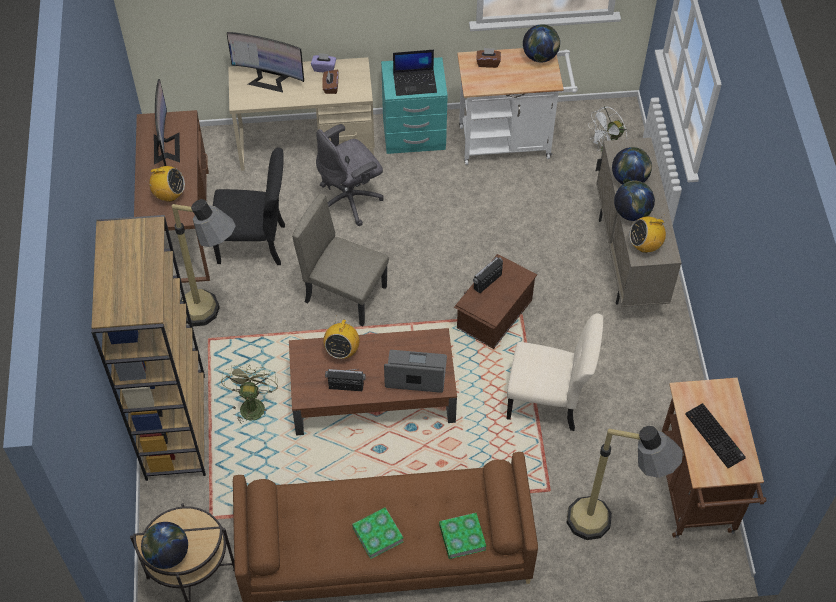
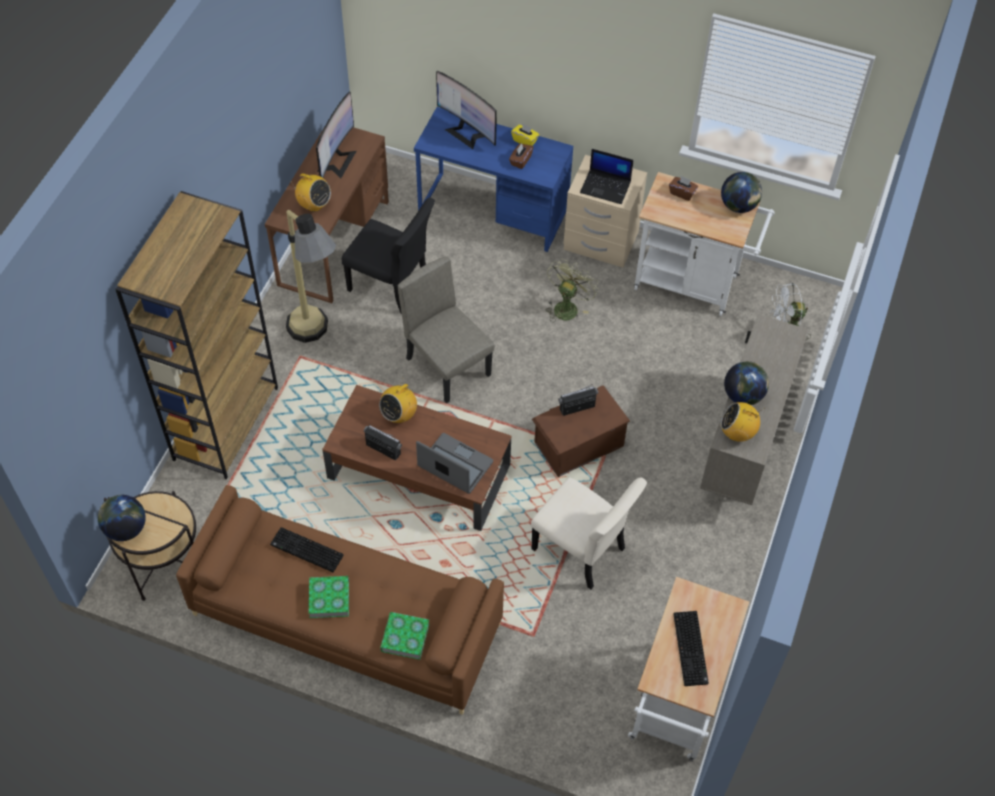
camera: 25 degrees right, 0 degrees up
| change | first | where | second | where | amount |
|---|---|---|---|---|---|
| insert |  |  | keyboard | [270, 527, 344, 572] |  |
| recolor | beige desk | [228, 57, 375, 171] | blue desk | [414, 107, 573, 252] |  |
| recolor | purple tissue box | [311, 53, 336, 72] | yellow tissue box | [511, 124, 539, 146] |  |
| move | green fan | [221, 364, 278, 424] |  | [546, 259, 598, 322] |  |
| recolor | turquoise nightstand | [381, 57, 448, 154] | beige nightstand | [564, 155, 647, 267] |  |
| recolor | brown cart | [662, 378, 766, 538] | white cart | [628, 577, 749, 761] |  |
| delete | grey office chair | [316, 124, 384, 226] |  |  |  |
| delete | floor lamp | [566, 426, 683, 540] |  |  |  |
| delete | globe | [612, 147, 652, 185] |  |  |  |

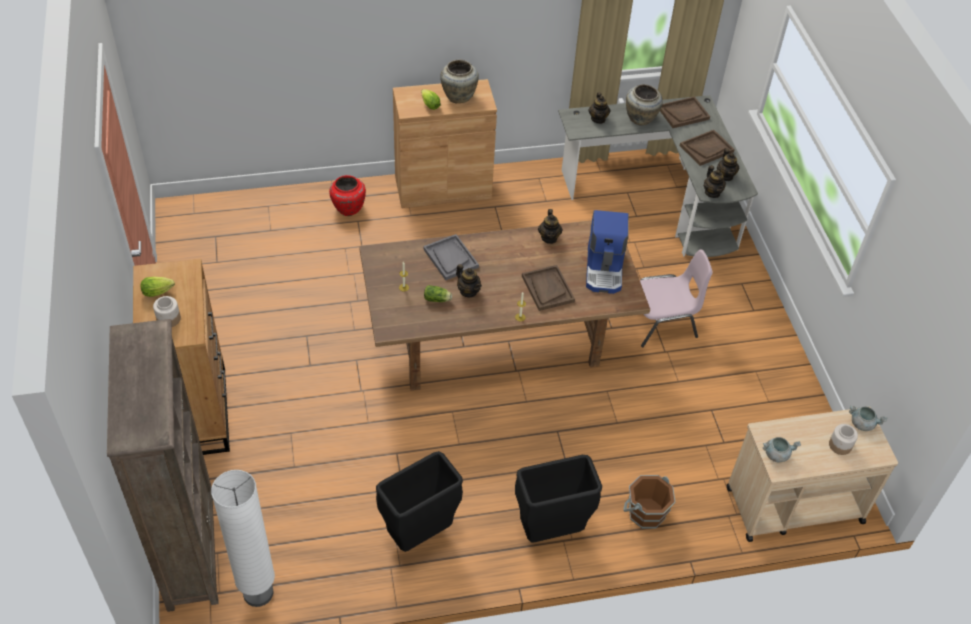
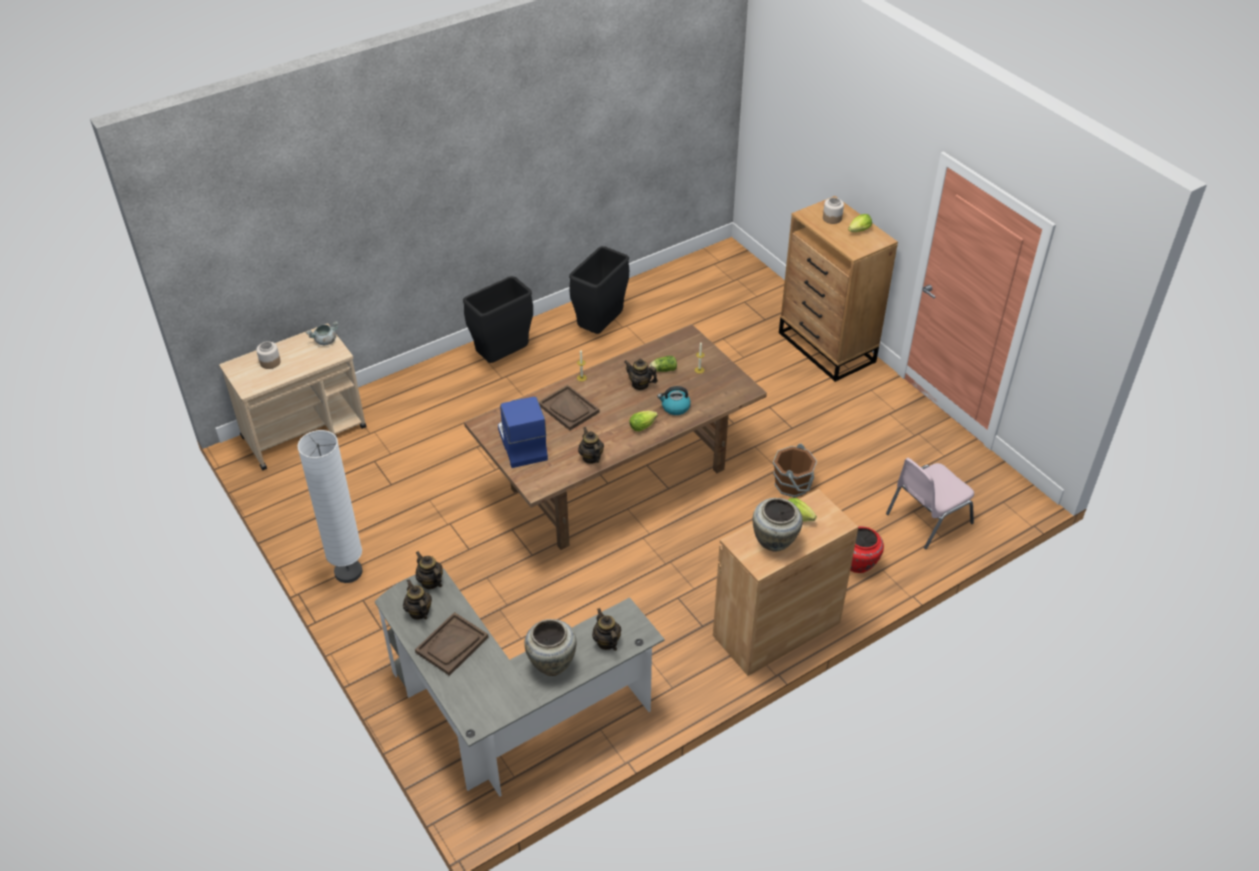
camera: 160 degrees right, 5 degrees down
| change | first | where | second | where | amount |
|---|---|---|---|---|---|
| move | white floor lamp | [211, 470, 275, 607] |  | [297, 430, 363, 583] |  |
| insert |  |  | lettuce | [629, 411, 658, 431] |  |
| replace | grey tray | [423, 234, 479, 280] | kettle | [657, 386, 691, 415] |  |
| move | brown bucket | [623, 475, 675, 528] |  | [773, 444, 817, 497] |  |
| move | pink chair | [640, 249, 713, 347] |  | [886, 458, 974, 549] |  |
| delete | brown bookcase | [107, 319, 219, 612] |  |  |  |
| delete | brown tray | [660, 97, 710, 128] |  |  |  |
| delete | grey cooking pot | [849, 406, 887, 431] |  |  |  |

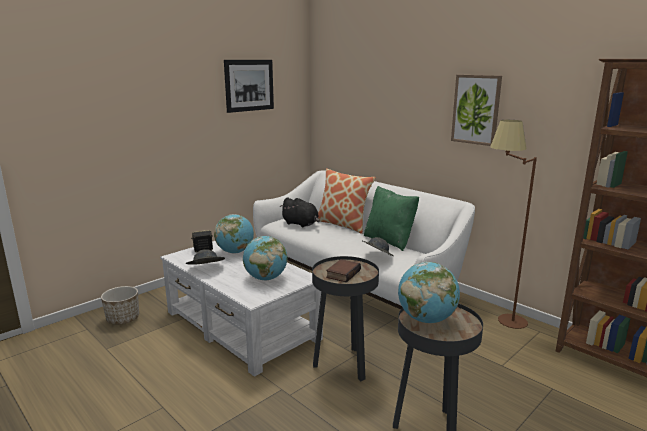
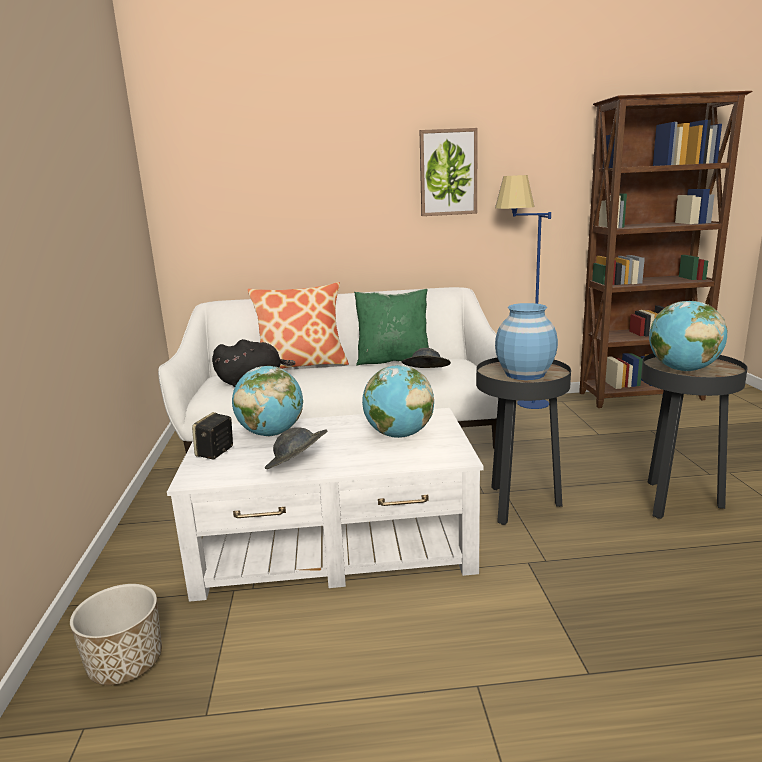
camera: 50 degrees left, 0 degrees up
| change | first | where | second | where | amount |
|---|---|---|---|---|---|
| recolor | brown floor lamp | [490, 120, 537, 329] | blue floor lamp | [495, 175, 551, 409] |  |
| replace | book | [326, 259, 361, 282] | blue vase | [495, 303, 558, 380] |  |
| delete | picture | [224, 60, 274, 113] |  |  |  |

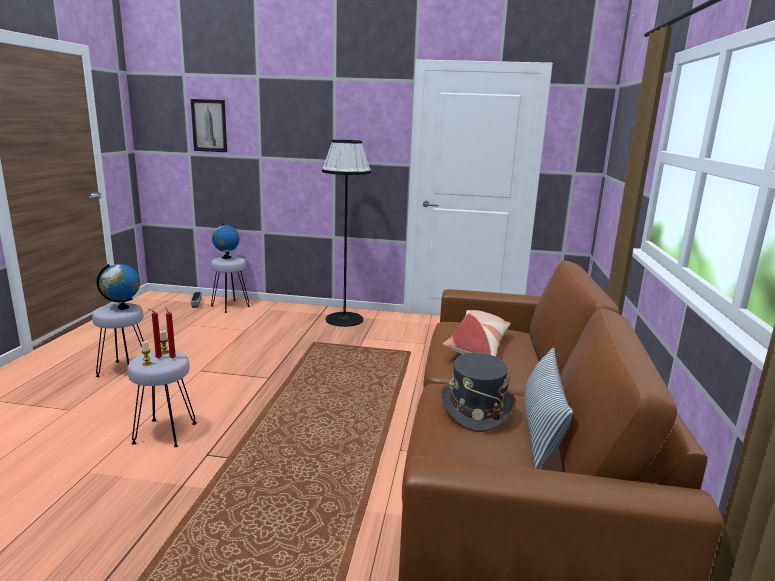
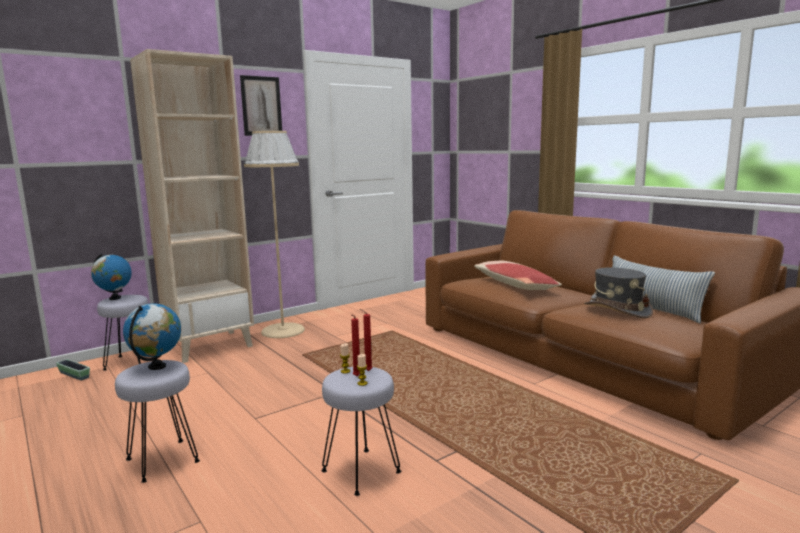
camera: 45 degrees left, 5 degrees down
| change | first | where | second | where | amount |
|---|---|---|---|---|---|
| insert |  |  | beige bookcase | [130, 49, 254, 363] |  |
| move | picture | [191, 99, 227, 152] |  | [240, 75, 282, 136] |  |
| recolor | black floor lamp | [322, 140, 371, 327] | beige floor lamp | [244, 131, 305, 338] |  |

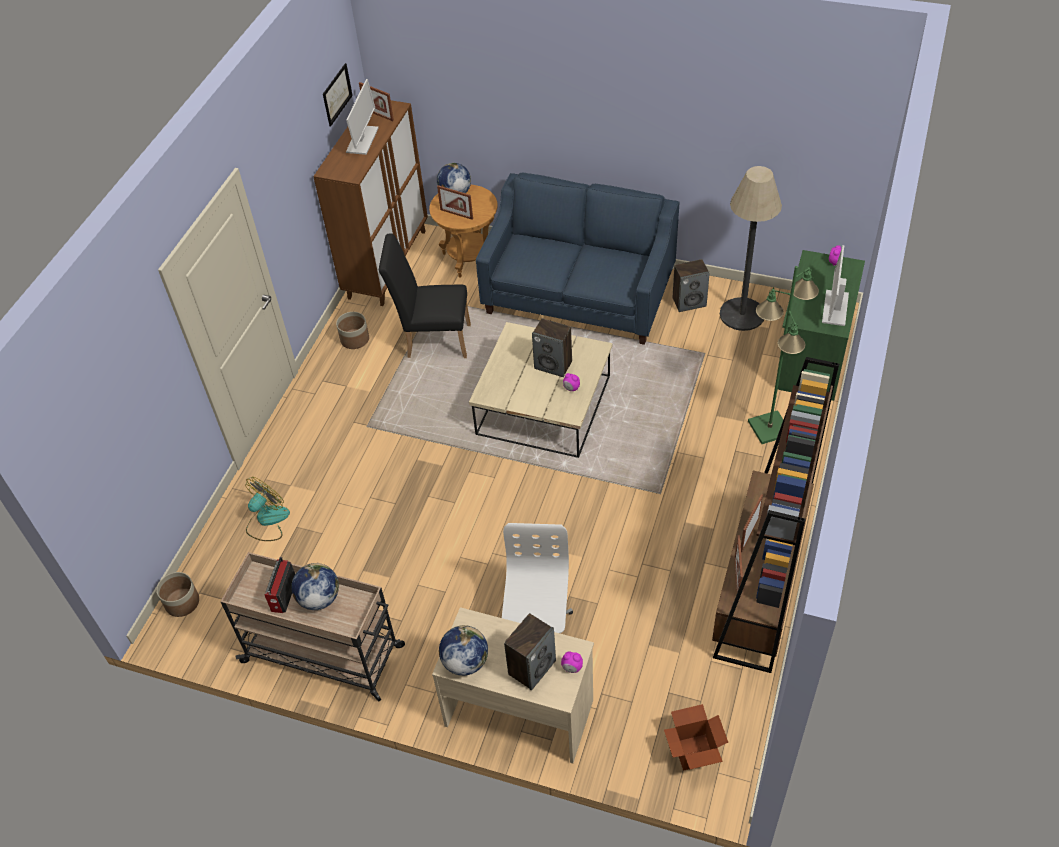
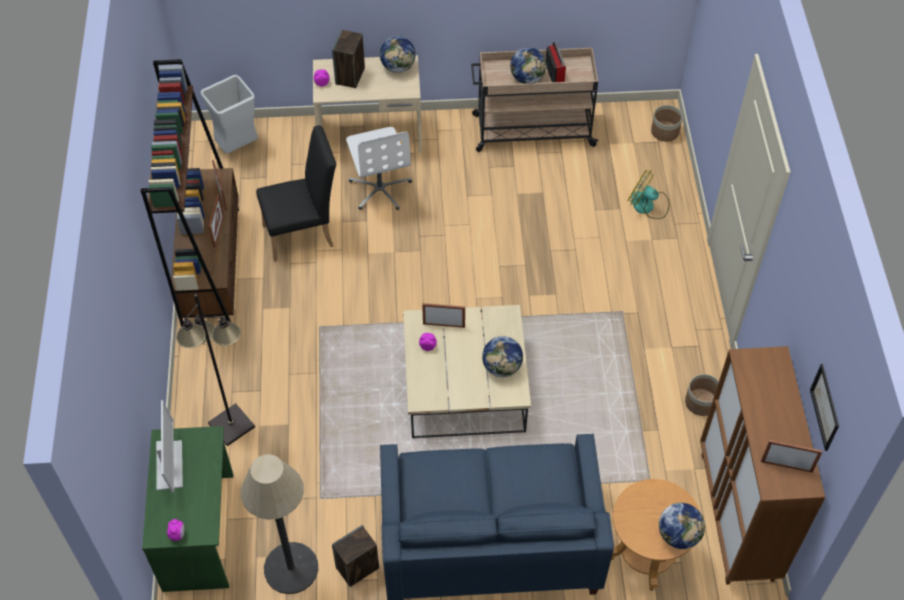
camera: 155 degrees right, 5 degrees up
| change | first | where | second | where | amount |
|---|---|---|---|---|---|
| recolor | green floor lamp | [748, 266, 819, 444] | black floor lamp | [176, 294, 255, 446] |  |
| replace | cardboard box | [664, 704, 728, 771] | grey trash can | [201, 75, 258, 153] |  |
| move | black chair | [379, 233, 471, 358] |  | [256, 125, 336, 262] |  |
| move | picture frame | [437, 185, 473, 220] |  | [422, 303, 465, 328] |  |
| insert |  |  | globe | [482, 336, 523, 377] |  |
| rotate | fan | [245, 477, 290, 541] |  | [628, 170, 670, 219] | 105 degrees clockwise |
| delete | monitor | [346, 79, 379, 155] |  |  |  |
| delete | speaker | [532, 318, 572, 377] |  |  |  |

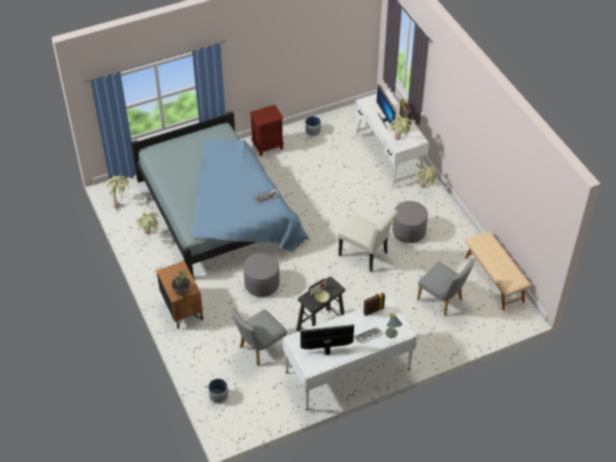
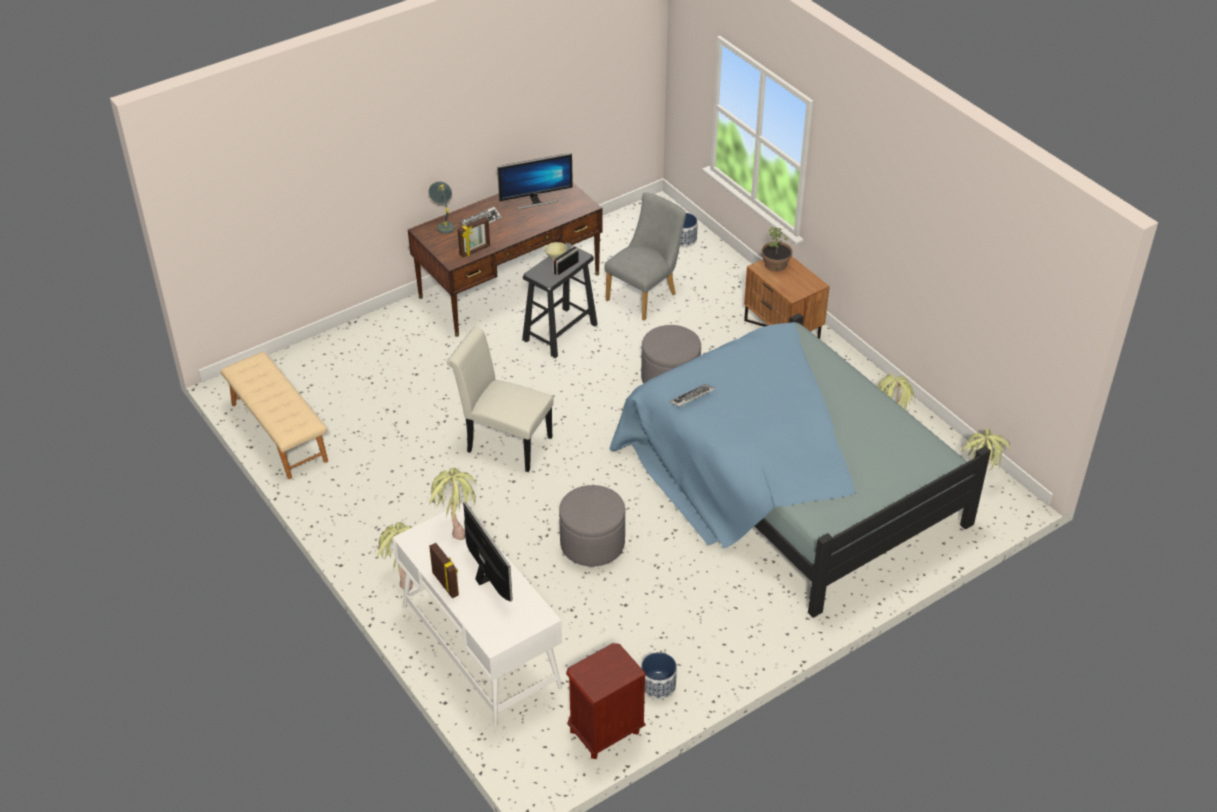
camera: 170 degrees right, 5 degrees down
| change | first | where | second | where | amount |
|---|---|---|---|---|---|
| recolor | white desk | [283, 297, 417, 411] | brown desk | [408, 183, 602, 337] |  |
| move | grey ottoman | [392, 201, 428, 243] |  | [559, 485, 625, 567] |  |
| move | brown nightstand | [250, 105, 284, 156] |  | [566, 643, 647, 759] |  |
| delete | grey chair | [417, 259, 475, 316] |  |  |  |

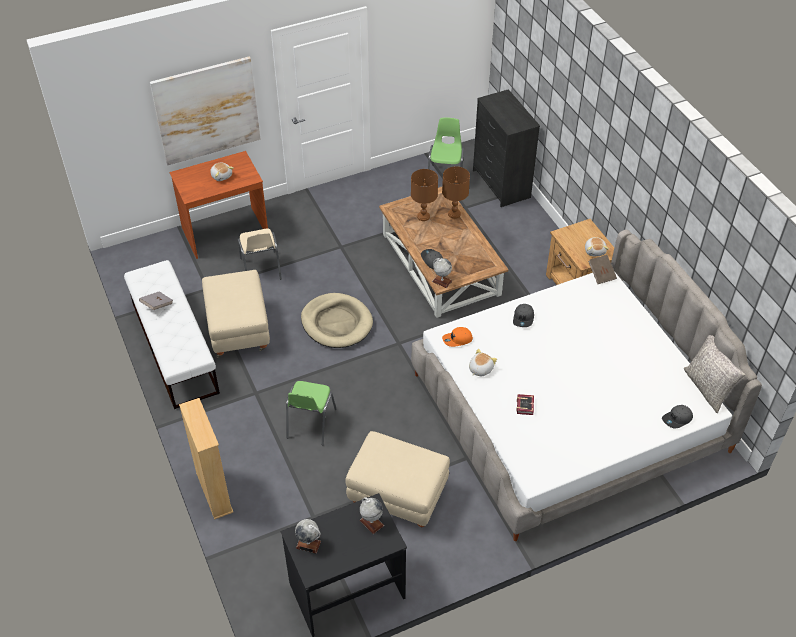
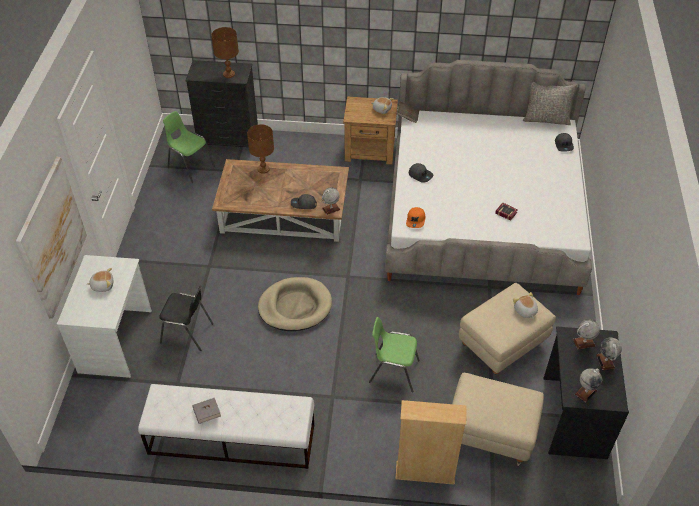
camera: 60 degrees left, 0 degrees up
| change | first | where | second | where | amount |
|---|---|---|---|---|---|
| recolor | brown desk | [169, 151, 268, 259] | white desk | [57, 255, 152, 378] |  |
| recolor | beige chair | [238, 229, 282, 280] | black chair | [160, 286, 213, 351] |  |
| move | brown table lamp | [411, 169, 438, 221] |  | [211, 27, 239, 78] |  |
| rotate | green chair | [286, 381, 337, 446] |  | [369, 317, 420, 392] | 150 degrees clockwise |
| move | beige ottoman | [202, 270, 270, 358] |  | [452, 373, 544, 466] |  |
| move | plush toy | [469, 349, 497, 376] |  | [513, 292, 538, 319] |  |
| insert |  |  | globe | [596, 338, 622, 370] |  |

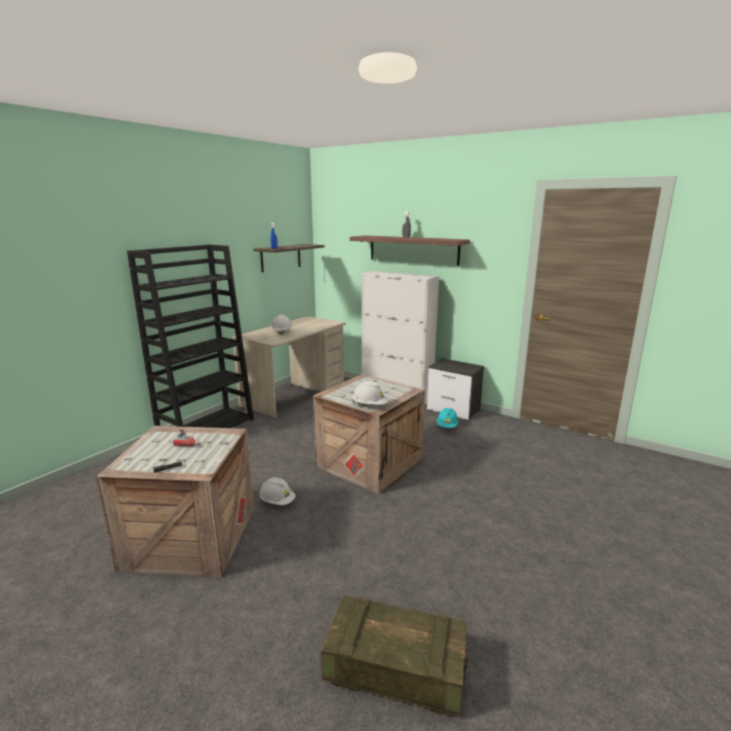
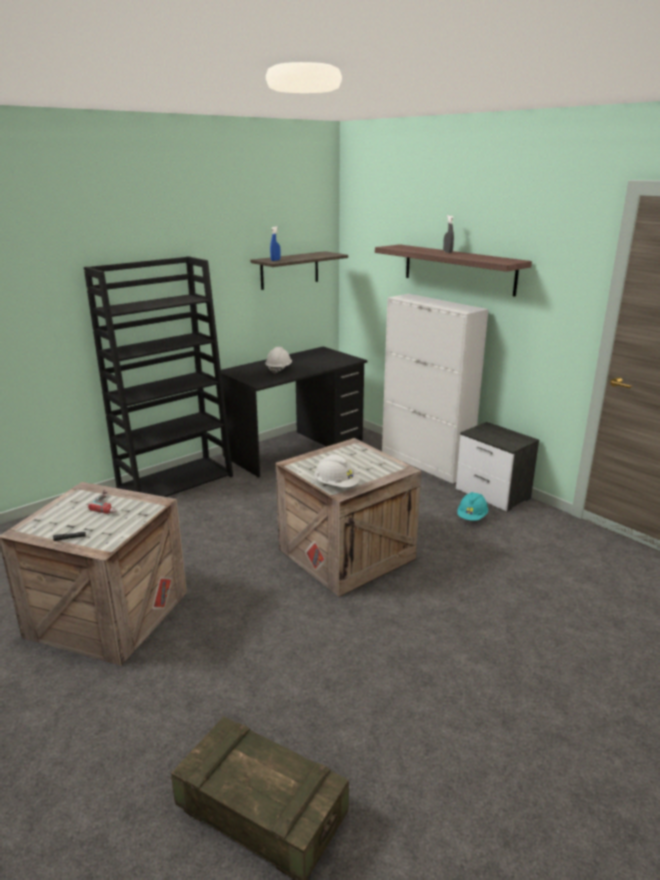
camera: 15 degrees right, 5 degrees up
| change | first | where | second | where | amount |
|---|---|---|---|---|---|
| recolor | beige desk | [232, 316, 346, 418] | black desk | [221, 347, 368, 478] |  |
| delete | white hard hat | [259, 477, 295, 505] |  |  |  |

